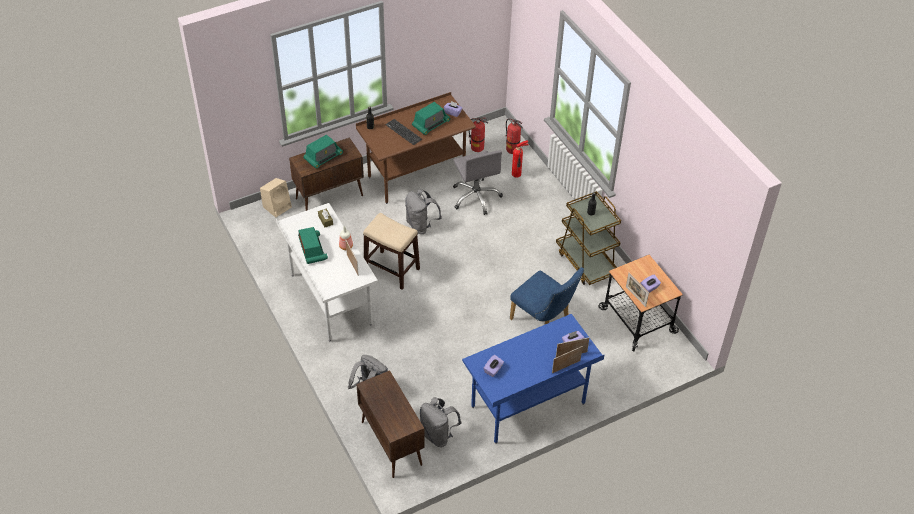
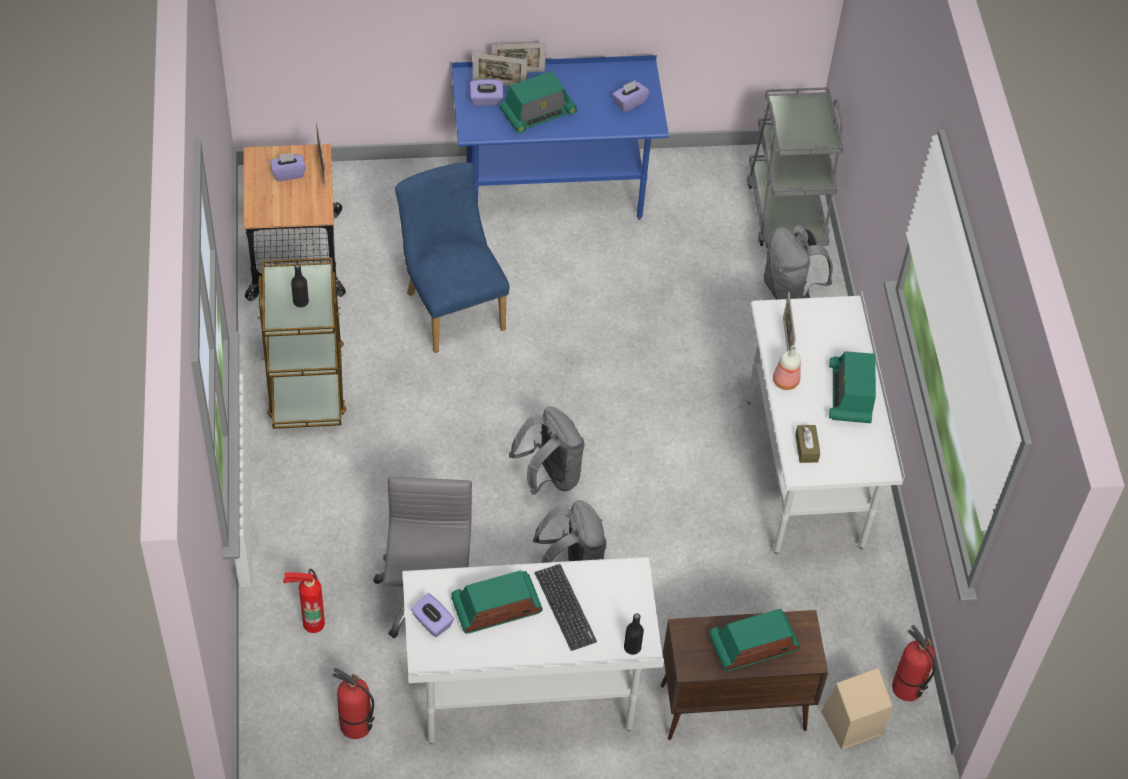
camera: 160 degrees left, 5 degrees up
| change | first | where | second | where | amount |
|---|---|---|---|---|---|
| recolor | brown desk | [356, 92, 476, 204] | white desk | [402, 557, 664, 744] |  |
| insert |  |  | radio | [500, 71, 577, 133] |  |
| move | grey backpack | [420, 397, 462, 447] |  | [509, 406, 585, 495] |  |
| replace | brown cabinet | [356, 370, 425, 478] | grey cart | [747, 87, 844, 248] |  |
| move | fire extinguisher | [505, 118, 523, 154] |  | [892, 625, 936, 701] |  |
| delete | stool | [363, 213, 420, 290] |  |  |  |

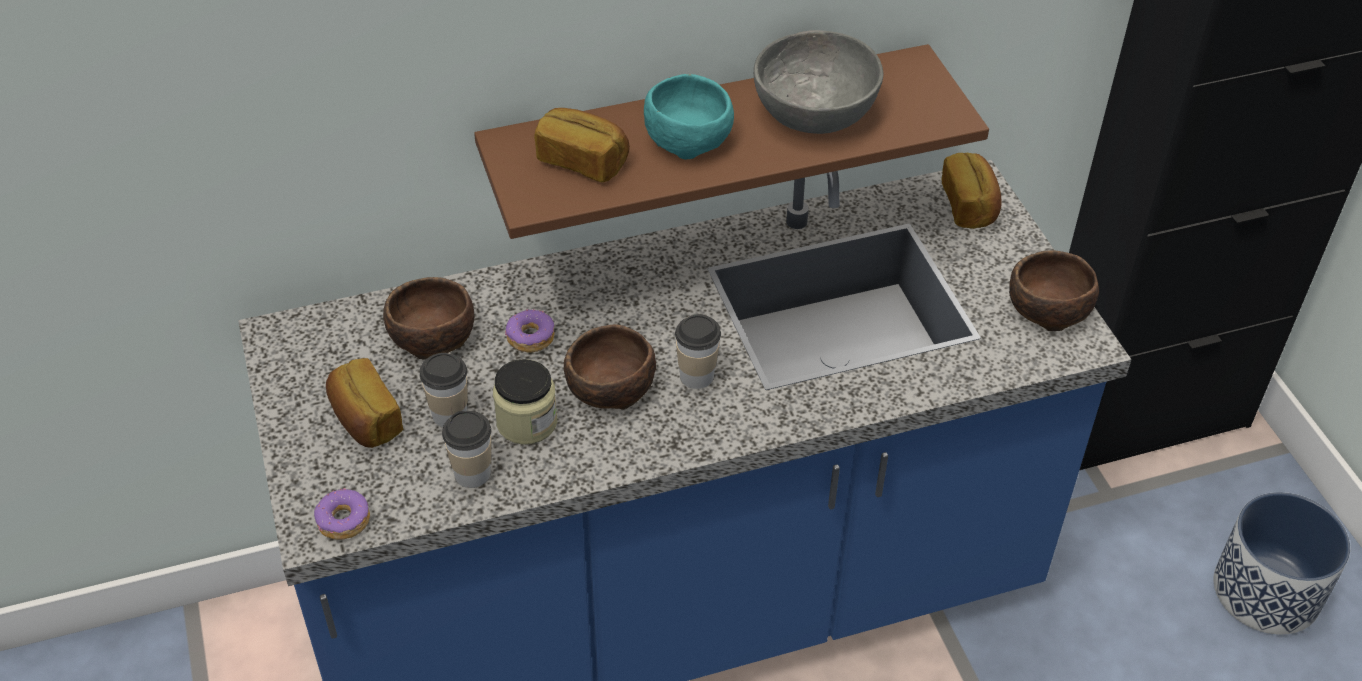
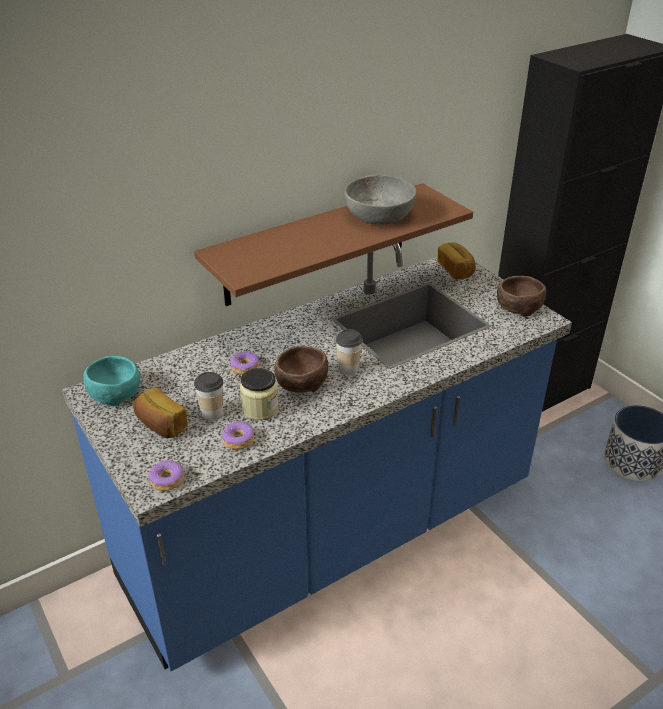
camera: 15 degrees left, 10 degrees down
| change | first | where | second | where | amount |
|---|---|---|---|---|---|
| move | turquoise bowl | [644, 74, 734, 159] |  | [83, 356, 140, 406] |  |
| replace | cup | [442, 411, 491, 488] | donut | [221, 421, 254, 450] |  |
| delete | brown bowl | [383, 277, 474, 360] |  |  |  |
| delete | bread | [534, 108, 630, 182] |  |  |  |

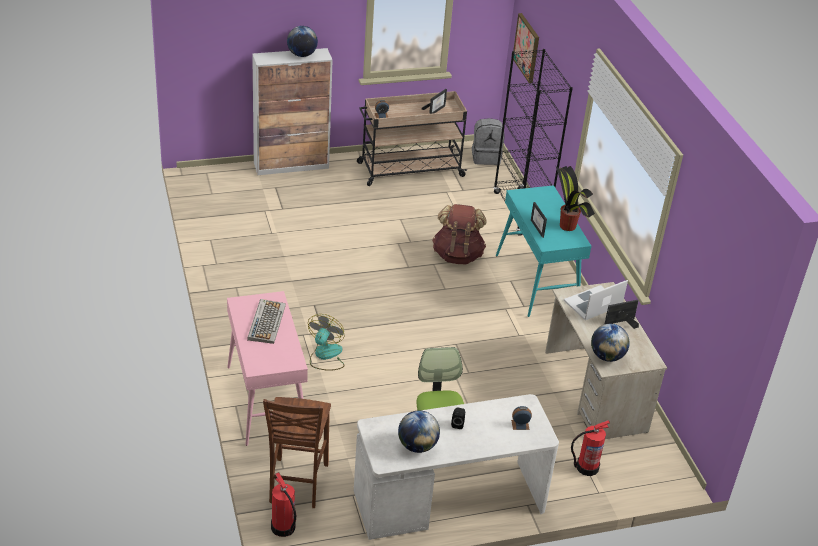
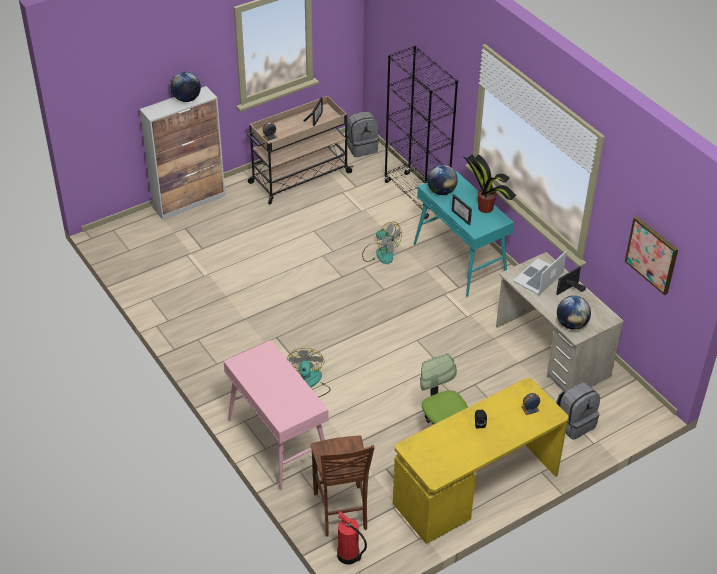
camera: 15 degrees left, 5 degrees up
| change | first | where | second | where | amount |
|---|---|---|---|---|---|
| replace | brown backpack | [432, 204, 487, 264] | fan | [362, 221, 402, 264] |  |
| recolor | white desk | [354, 394, 559, 540] | yellow desk | [393, 378, 568, 544] |  |
| move | globe | [398, 410, 440, 453] |  | [427, 165, 458, 195] |  |
| replace | fire extinguisher | [571, 420, 610, 476] | grey backpack | [556, 382, 600, 440] |  |
| move | picture | [513, 13, 539, 83] |  | [625, 216, 678, 295] |  |
| delete | keyboard | [247, 299, 286, 344] |  |  |  |

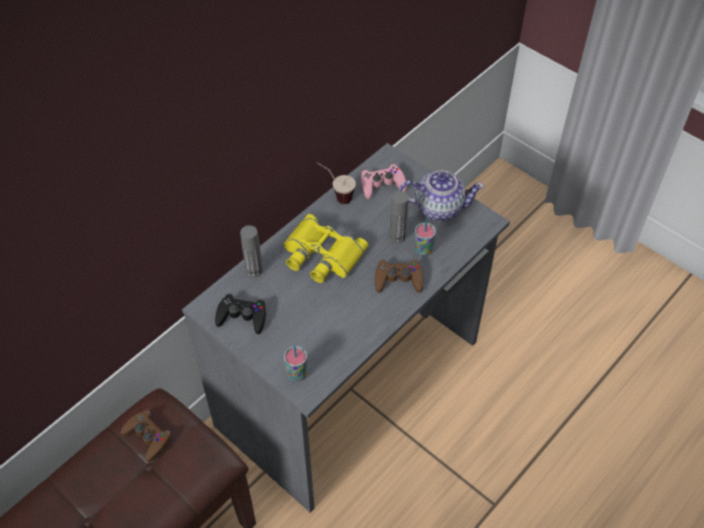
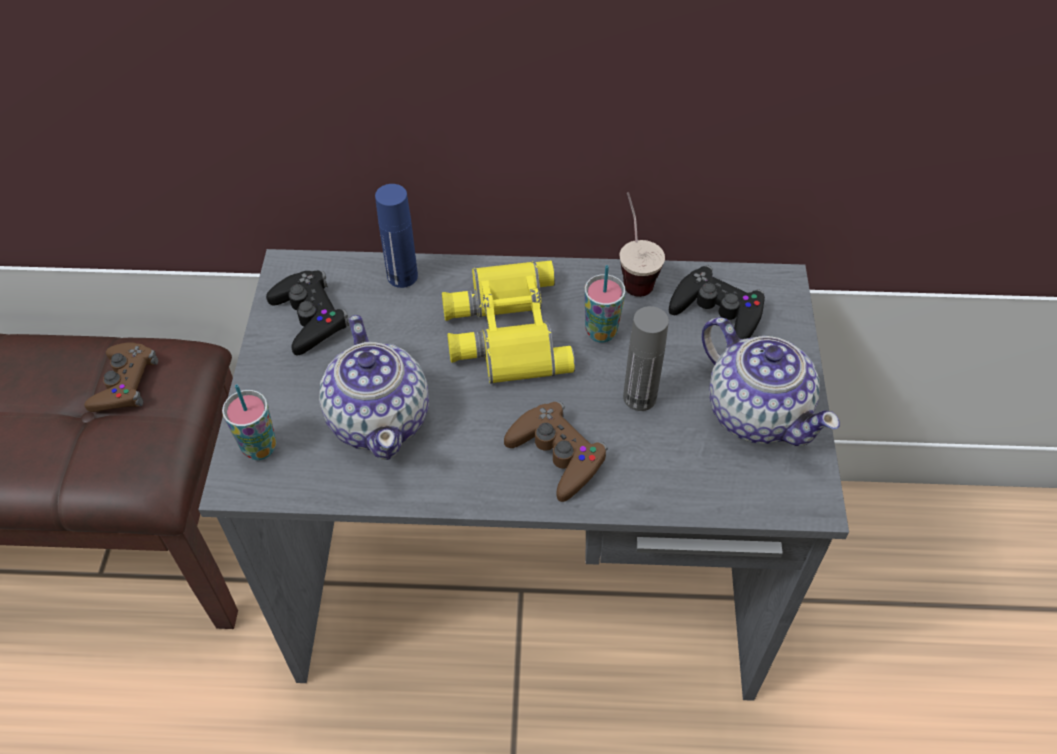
camera: 50 degrees right, 0 degrees up
| change | first | where | second | where | amount |
|---|---|---|---|---|---|
| insert |  |  | teapot | [319, 315, 429, 460] |  |
| recolor | grey bottle | [240, 225, 263, 277] | blue bottle | [375, 184, 418, 288] |  |
| move | cup | [415, 219, 436, 257] |  | [584, 265, 626, 342] |  |
| recolor | pink game controller | [361, 163, 407, 199] | black game controller | [669, 265, 765, 339] |  |

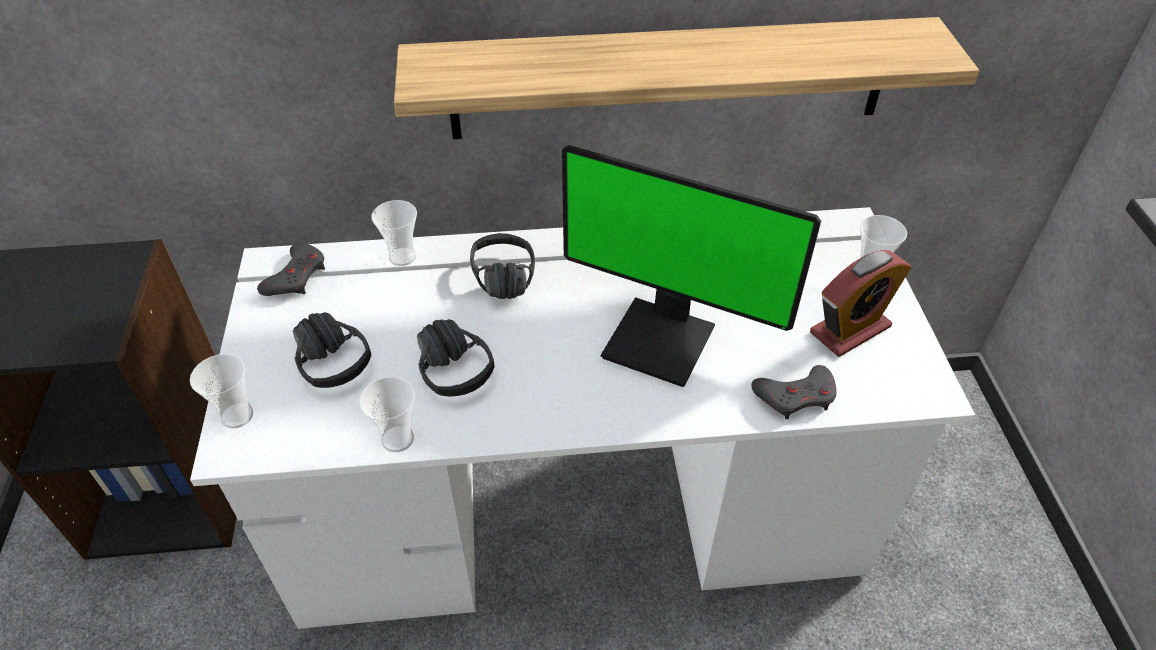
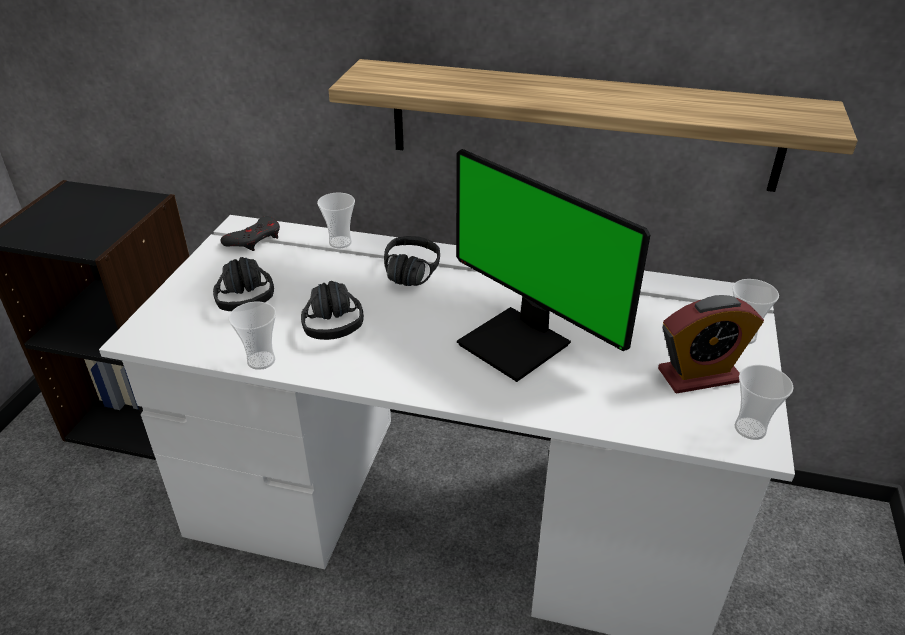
camera: 20 degrees right, 10 degrees down
| change | first | where | second | where | amount |
|---|---|---|---|---|---|
| move | cup | [190, 354, 253, 429] |  | [735, 365, 794, 440] |  |
| delete | grey game controller | [751, 365, 837, 419] |  |  |  |

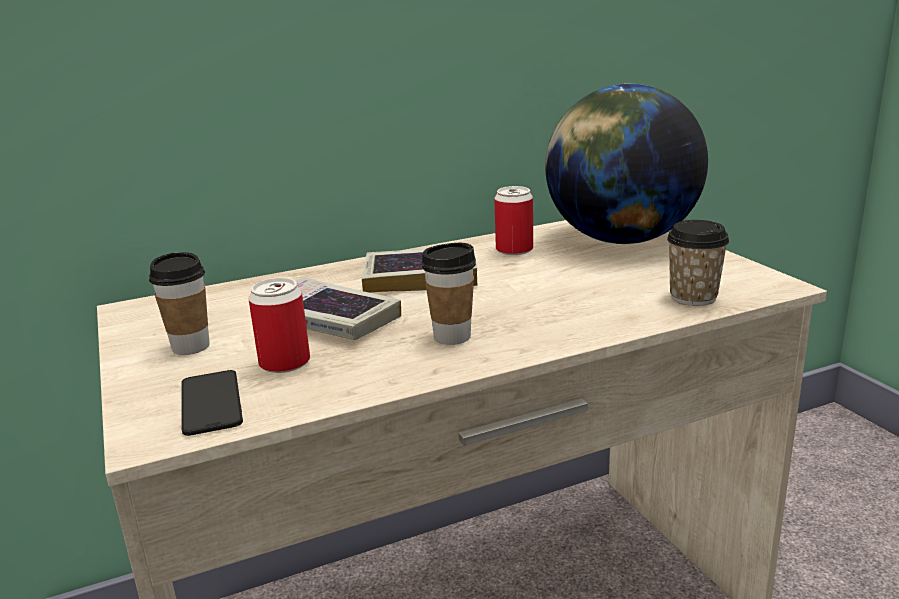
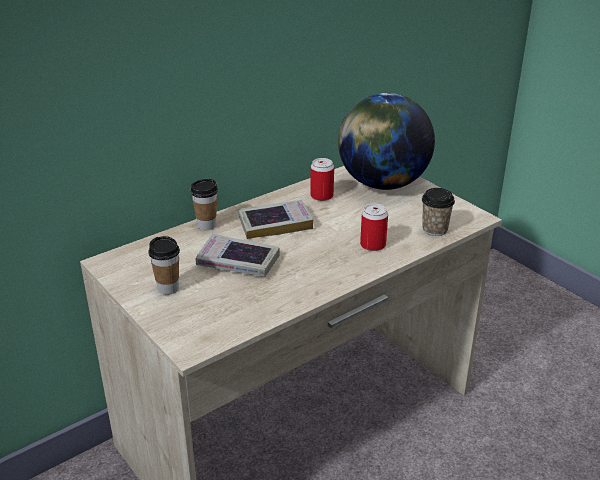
camera: 15 degrees left, 10 degrees up
| change | first | where | second | where | amount |
|---|---|---|---|---|---|
| move | cup | [421, 243, 476, 345] |  | [190, 179, 218, 230] |  |
| move | can | [248, 278, 310, 373] |  | [360, 204, 388, 251] |  |
| delete | phone | [181, 370, 243, 436] |  |  |  |

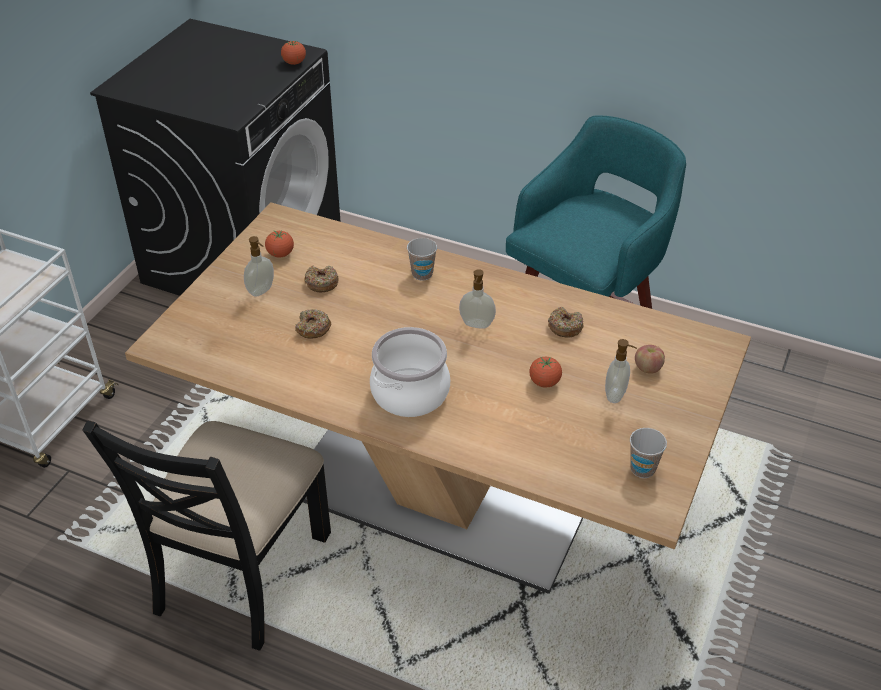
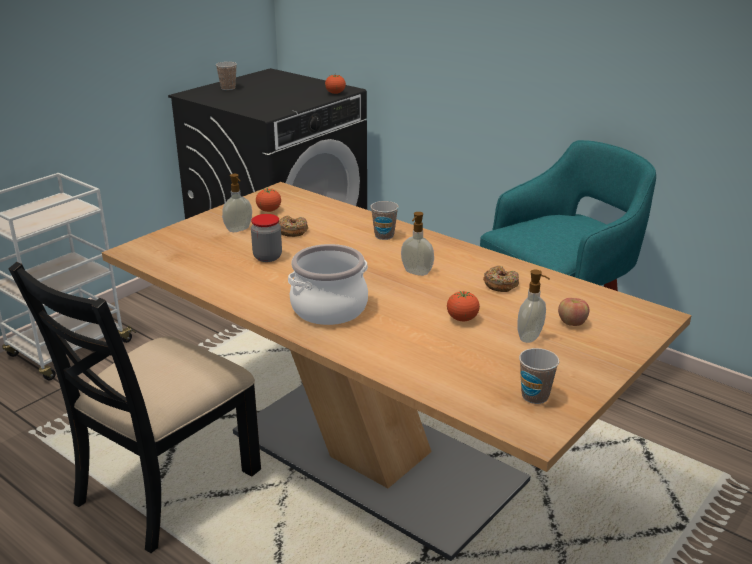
camera: 15 degrees right, 15 degrees down
| change | first | where | second | where | amount |
|---|---|---|---|---|---|
| insert |  |  | cup | [216, 62, 237, 90] |  |
| replace | donut | [295, 309, 332, 338] | jar | [251, 214, 282, 262] |  |

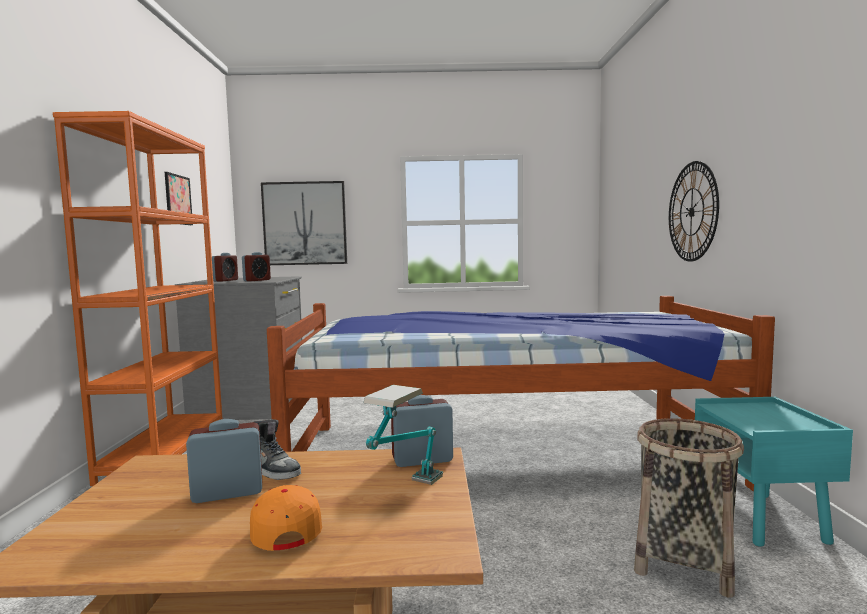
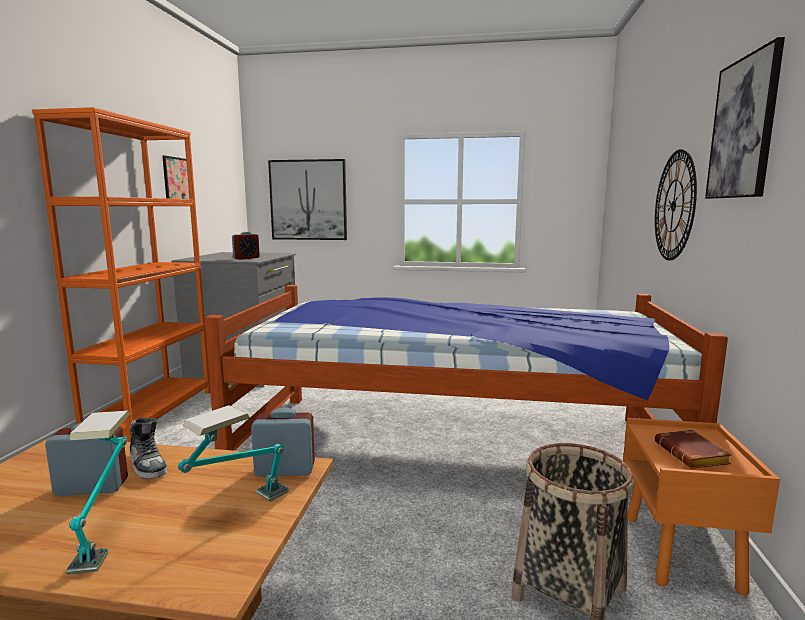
camera: 10 degrees right, 5 degrees up
| change | first | where | second | where | amount |
|---|---|---|---|---|---|
| replace | orange cap | [250, 485, 322, 551] | table lamp | [66, 411, 130, 575] |  |
| recolor | turquoise nightstand | [695, 397, 853, 547] | orange nightstand | [623, 418, 780, 596] |  |
| insert |  |  | brown book | [655, 430, 731, 469] |  |
| insert |  |  | picture | [705, 37, 785, 199] |  |
| delete | alarm clock | [212, 253, 238, 281] |  |  |  |

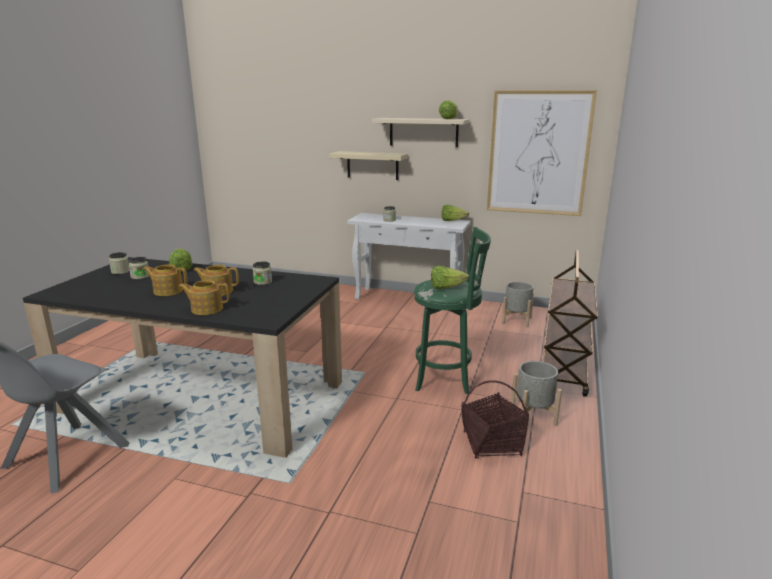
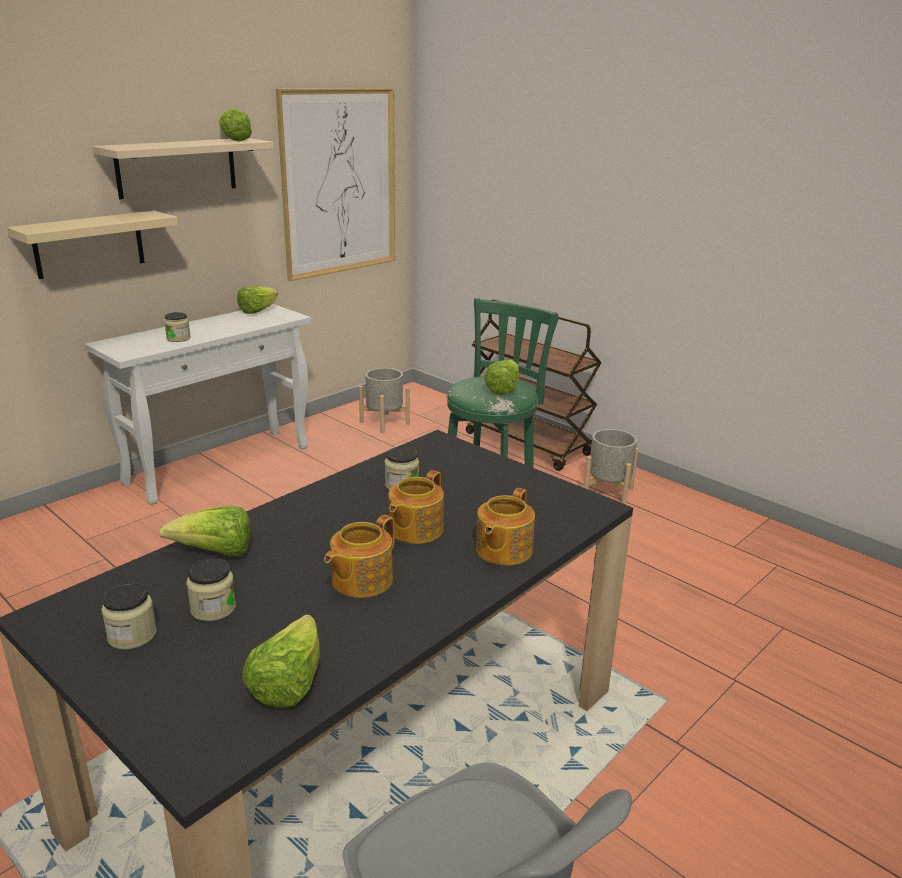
camera: 65 degrees left, 5 degrees up
| change | first | where | second | where | amount |
|---|---|---|---|---|---|
| insert |  |  | lettuce | [242, 614, 320, 708] |  |
| delete | basket | [461, 380, 529, 458] |  |  |  |

